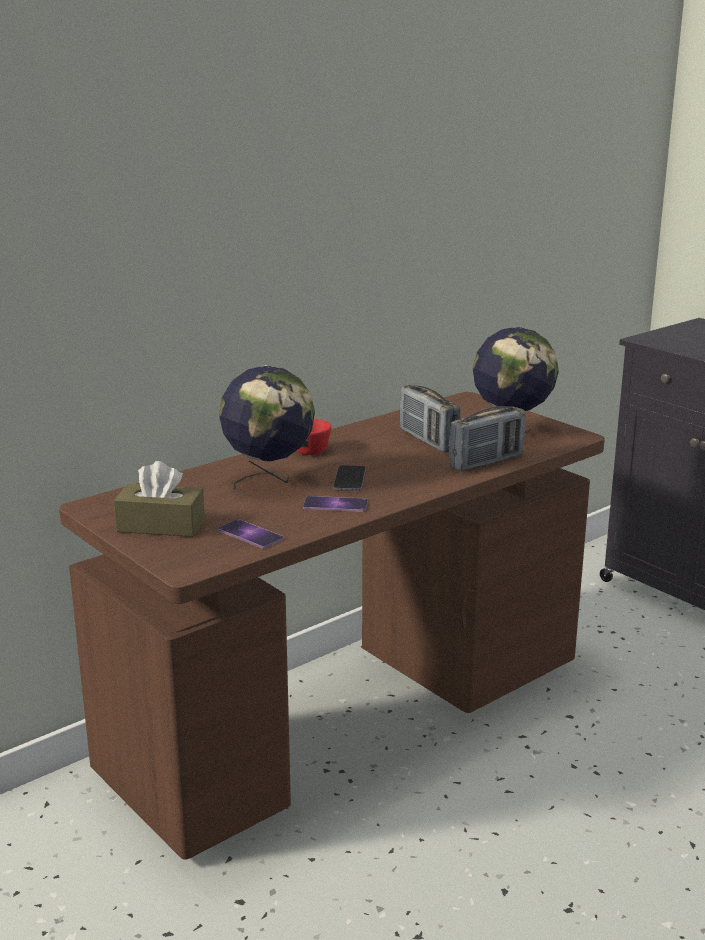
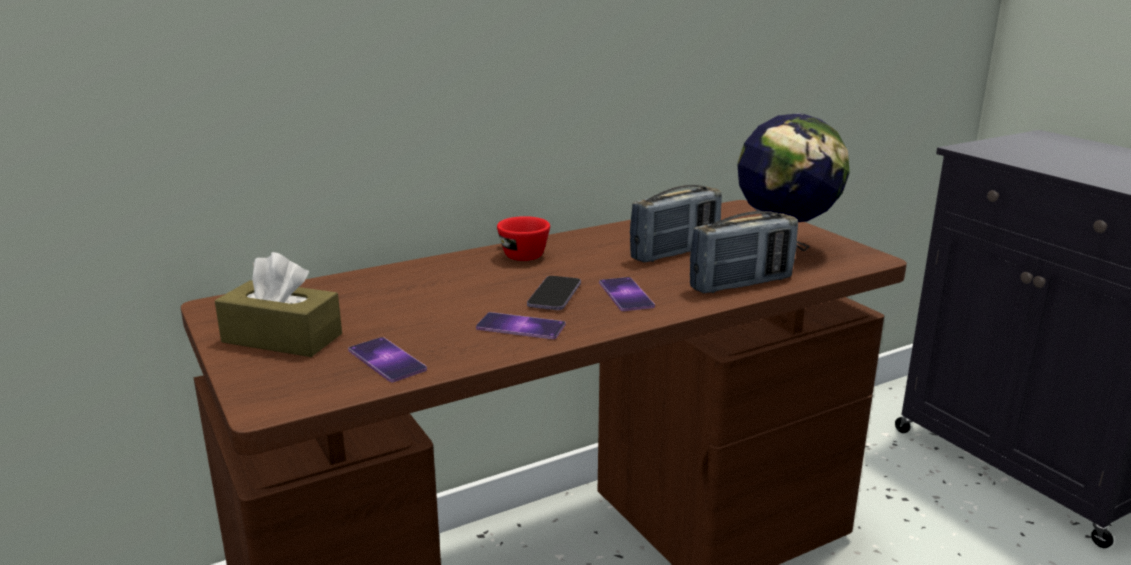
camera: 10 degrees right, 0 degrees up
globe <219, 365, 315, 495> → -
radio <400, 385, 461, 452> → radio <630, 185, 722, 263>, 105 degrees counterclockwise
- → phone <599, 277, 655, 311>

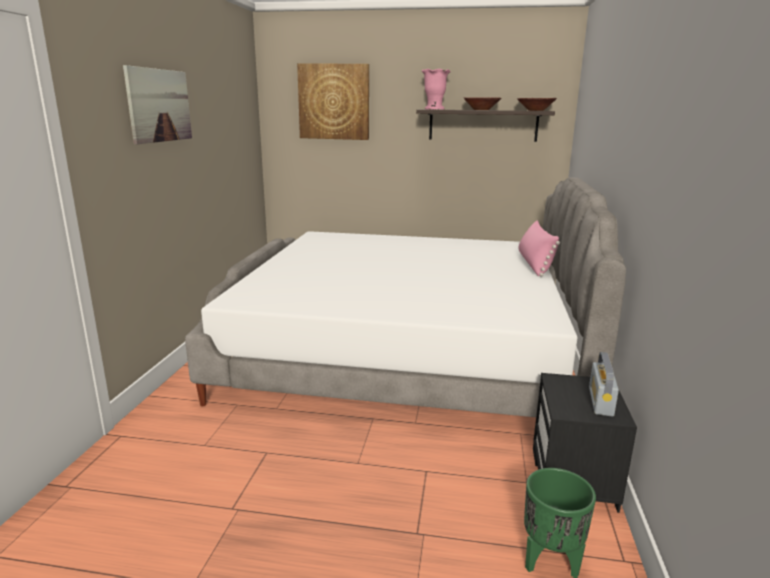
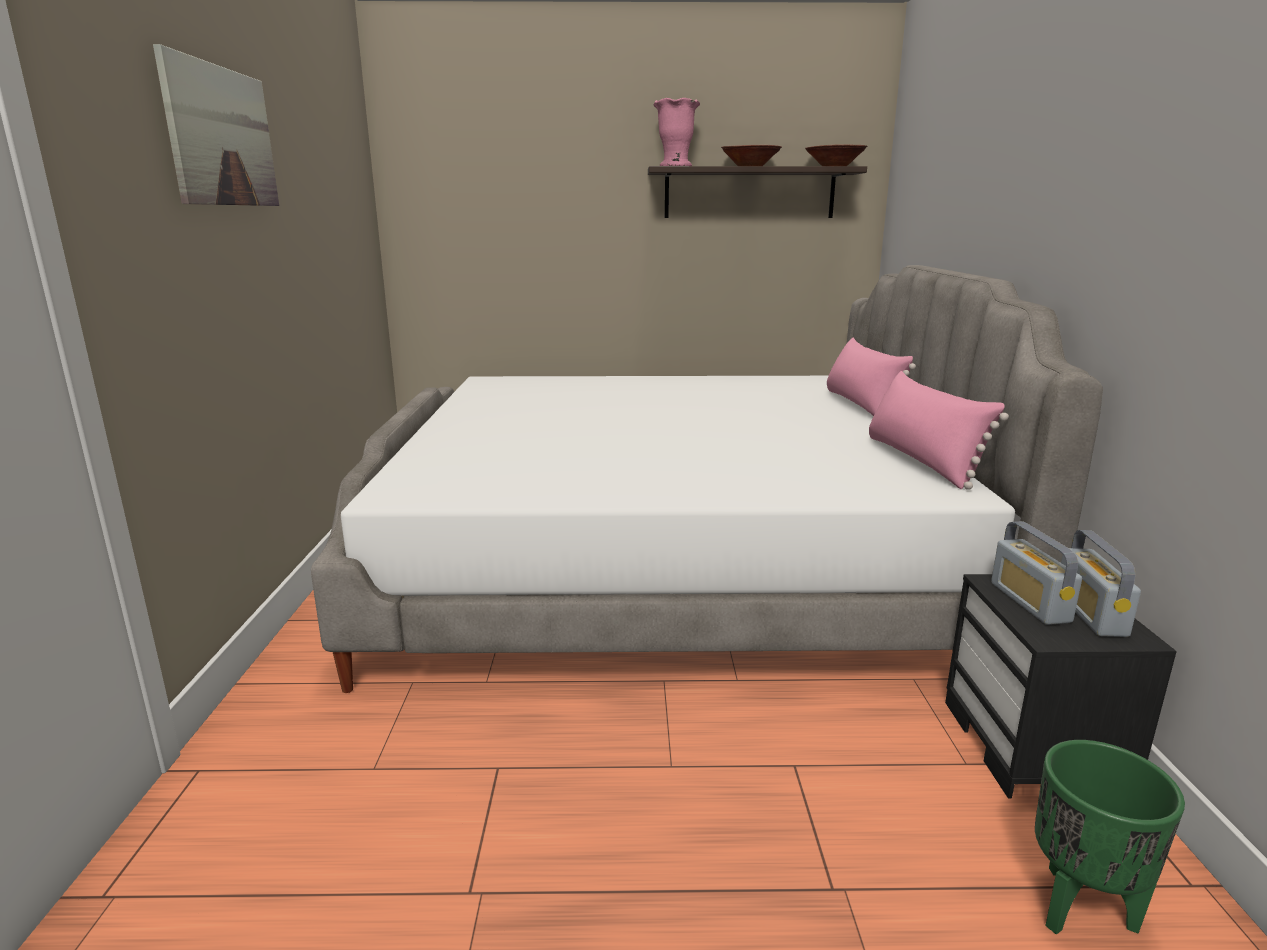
camera: 10 degrees left, 0 degrees up
picture <297, 63, 369, 140> → -
- → pink pillow <869, 371, 1009, 490>
- → radio <991, 521, 1082, 625>

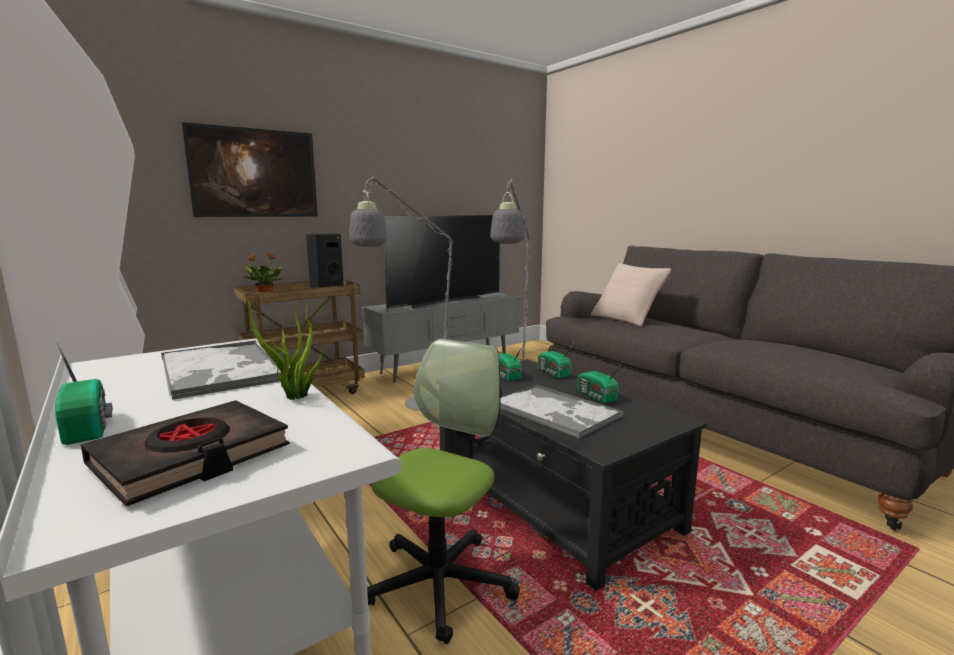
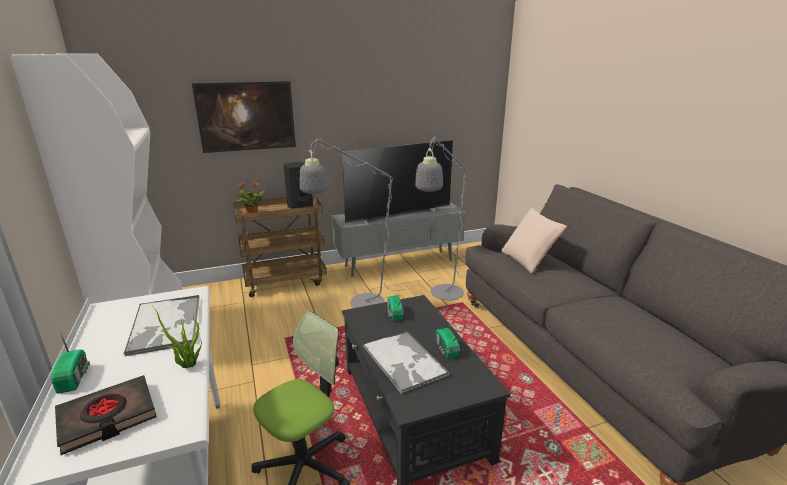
camera: 15 degrees right, 10 degrees up
radio <538, 341, 575, 378> → -

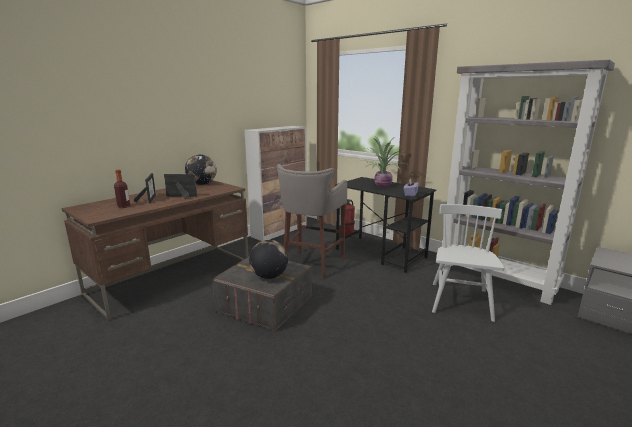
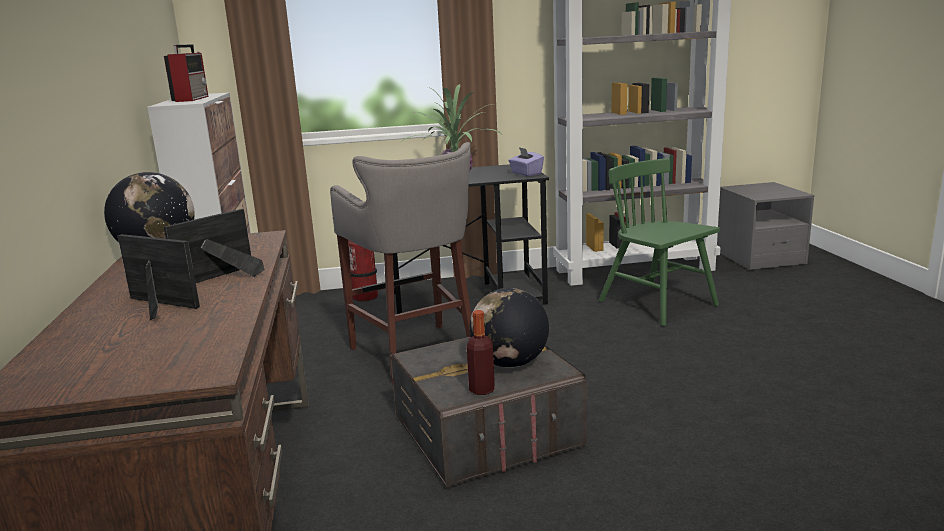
camera: 50 degrees left, 0 degrees up
bottle <114, 170, 130, 208> → bottle <467, 310, 495, 395>, moved
white chair <432, 204, 504, 322> → green chair <599, 158, 720, 326>
- → radio <164, 45, 209, 102>

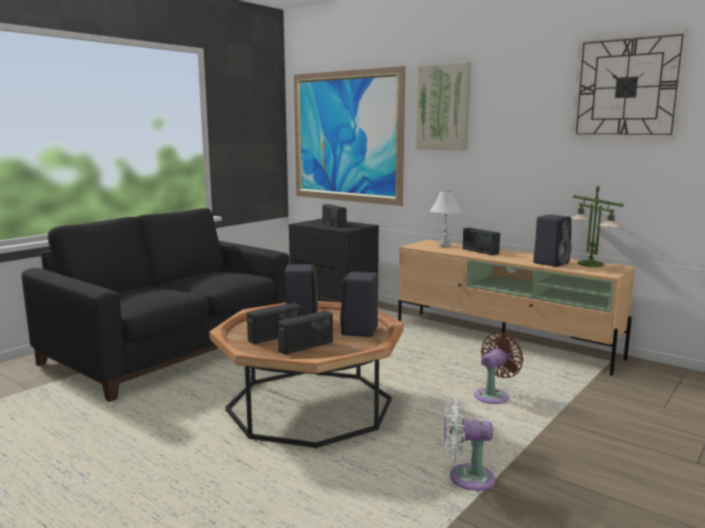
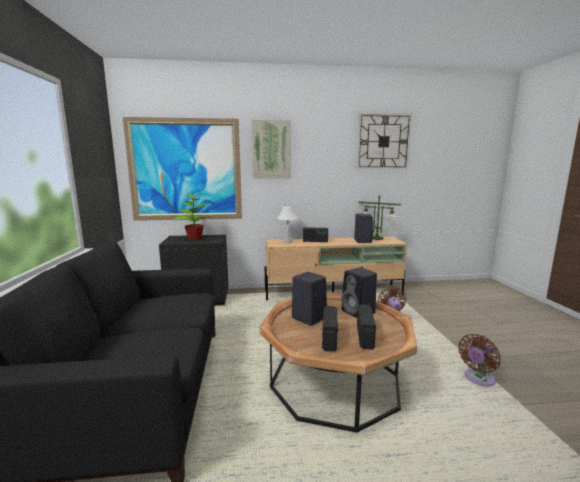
camera: 45 degrees left, 0 degrees up
radio <322, 204, 346, 227> → potted plant <172, 192, 211, 240>
white fan <444, 398, 496, 491> → brown fan <458, 334, 501, 386>

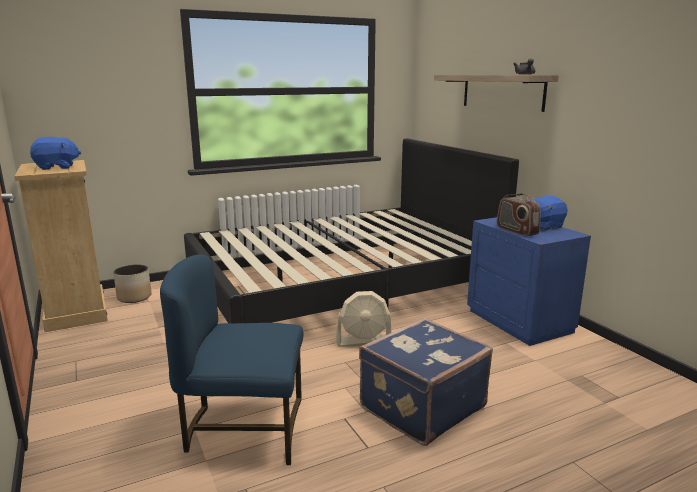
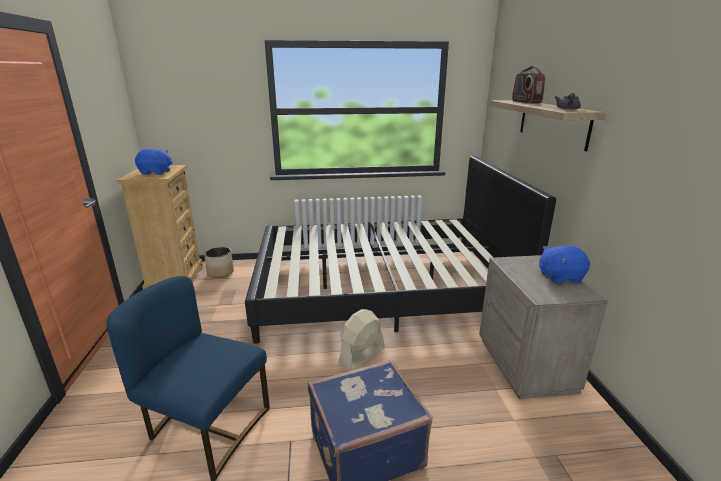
camera: 20 degrees right, 5 degrees up
radio <497, 193, 540, 236> → radio <512, 66, 545, 104>, moved
blue nightstand <467, 217, 591, 346> → beige nightstand <479, 255, 608, 399>
beige fan <336, 291, 392, 347> → beige fan <339, 309, 384, 370>, 120 degrees clockwise

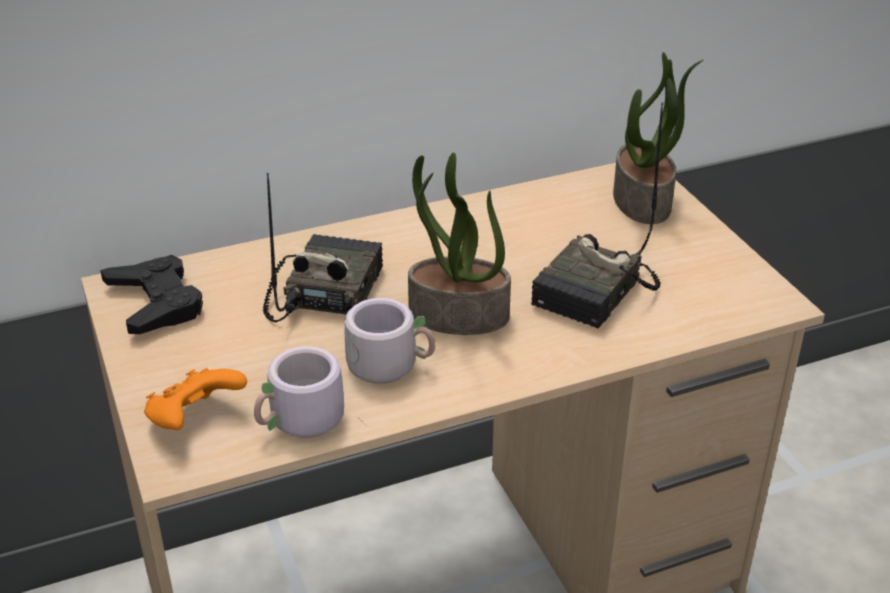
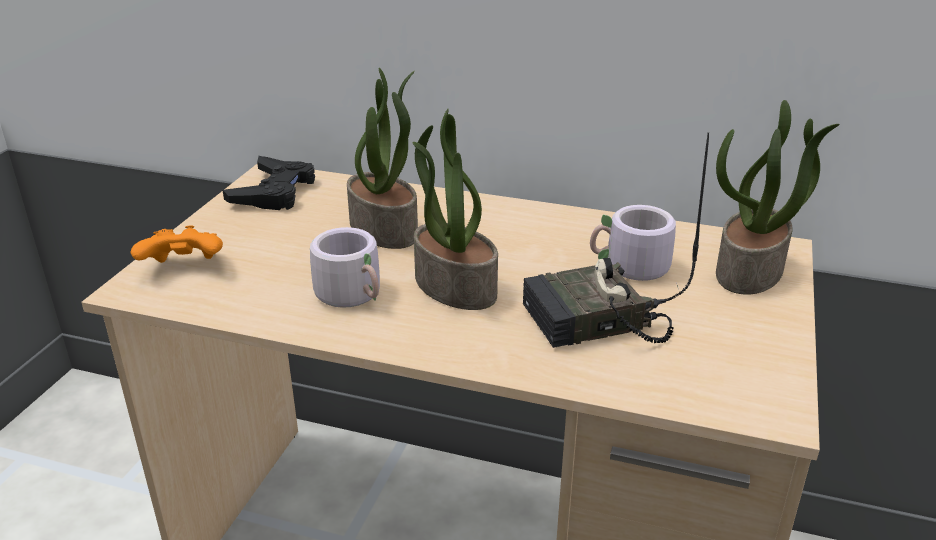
camera: 40 degrees right, 5 degrees down
radio <263, 173, 383, 322> → potted plant <347, 68, 418, 249>
grey mug <254, 346, 366, 437> → grey mug <590, 205, 679, 290>, moved

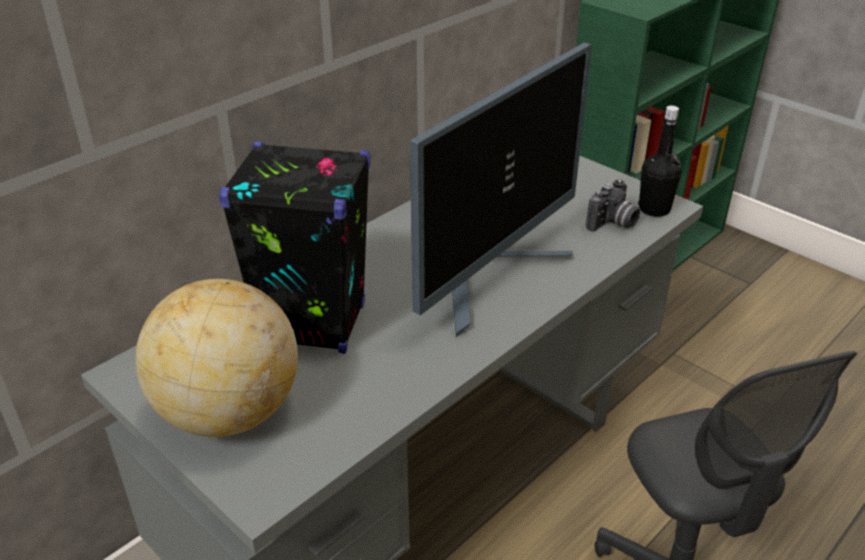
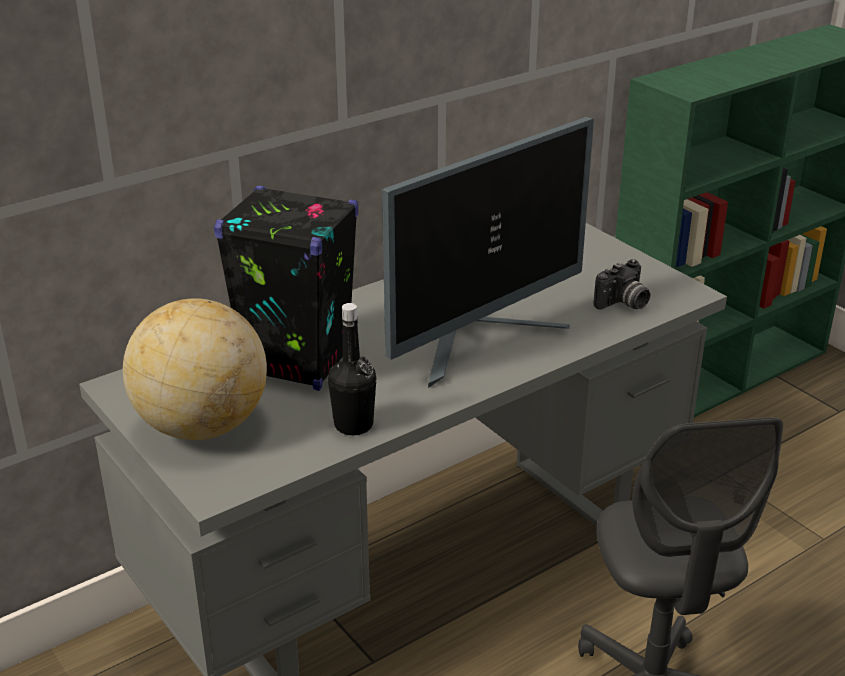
camera: 10 degrees right, 5 degrees down
black bottle <638, 105, 682, 217> → black bottle <328, 303, 376, 435>, moved

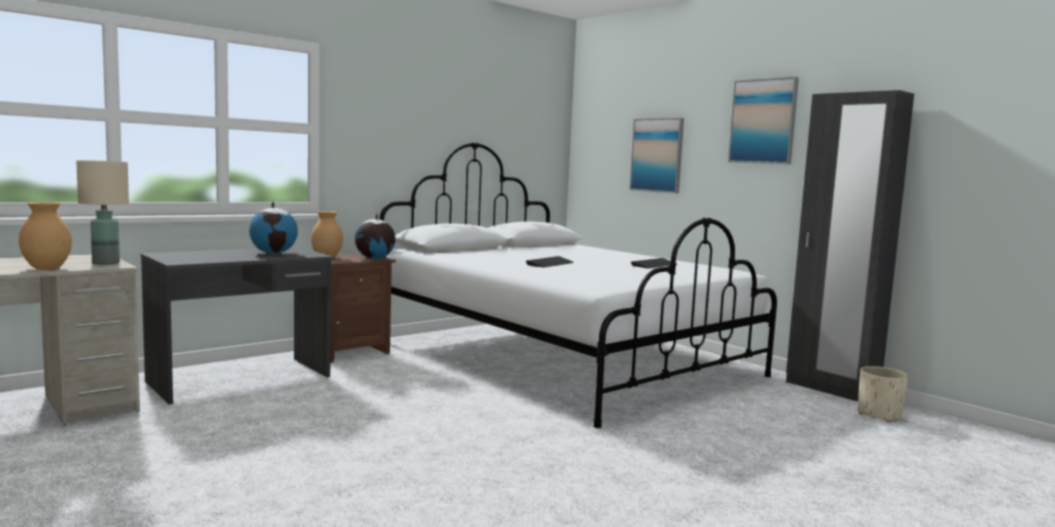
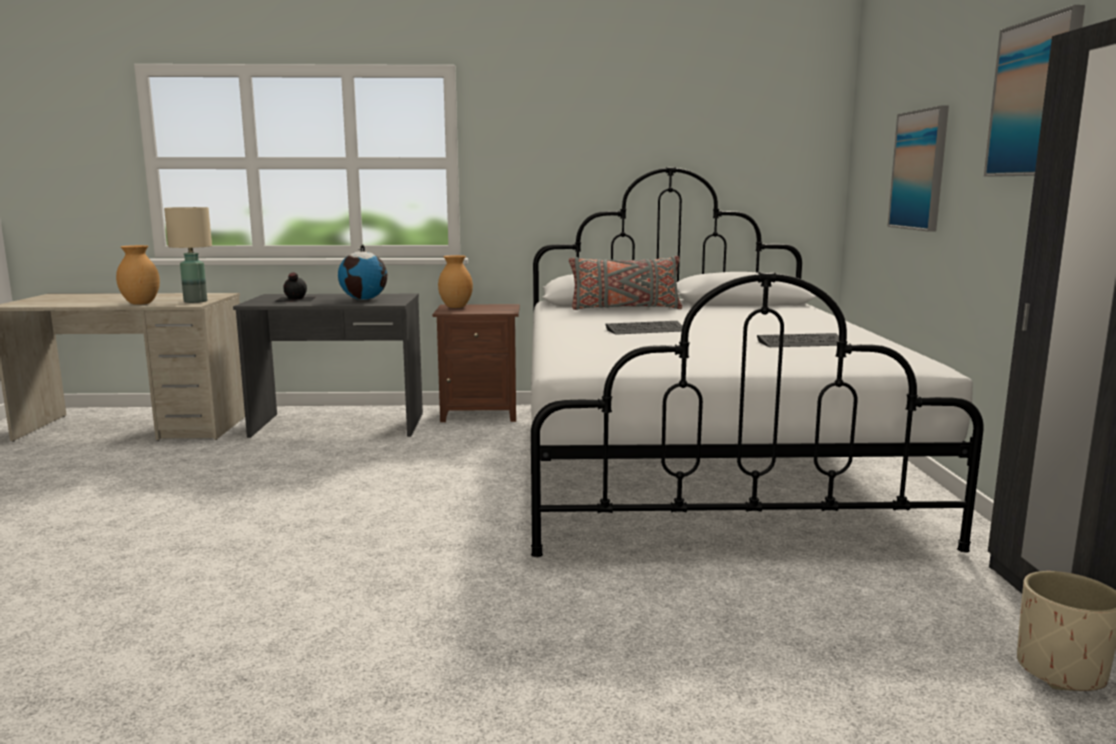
camera: 40 degrees right, 5 degrees up
globe <355, 214, 396, 259> → -
- → grey pillow <569, 256, 682, 310>
- → black bottle <275, 272, 316, 302>

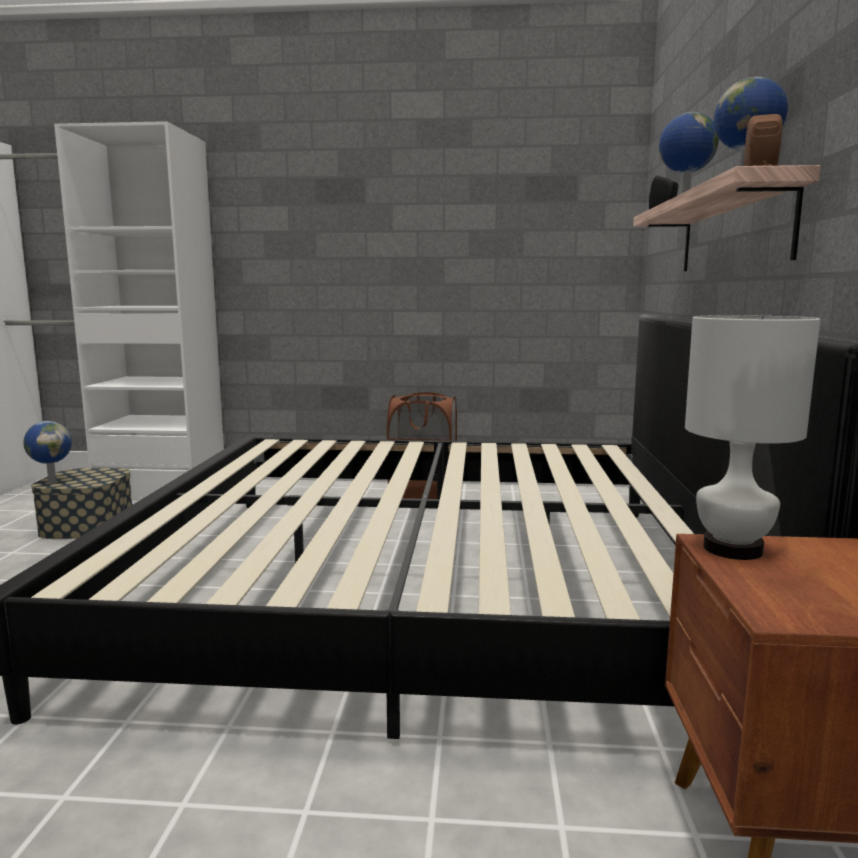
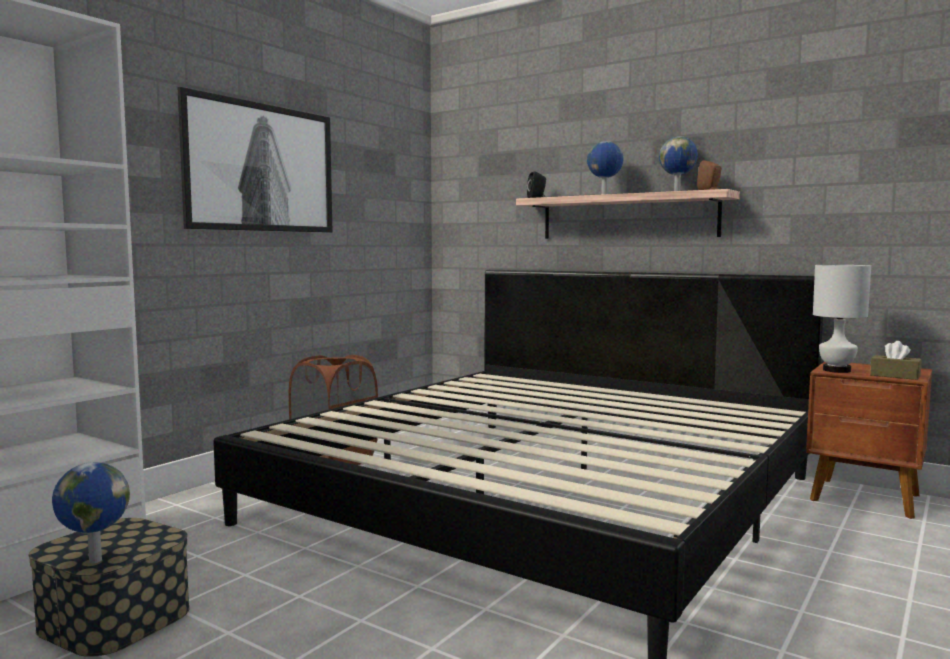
camera: 60 degrees left, 5 degrees down
- → picture <178, 87, 333, 232>
- → brown tissue box <870, 341, 922, 380>

